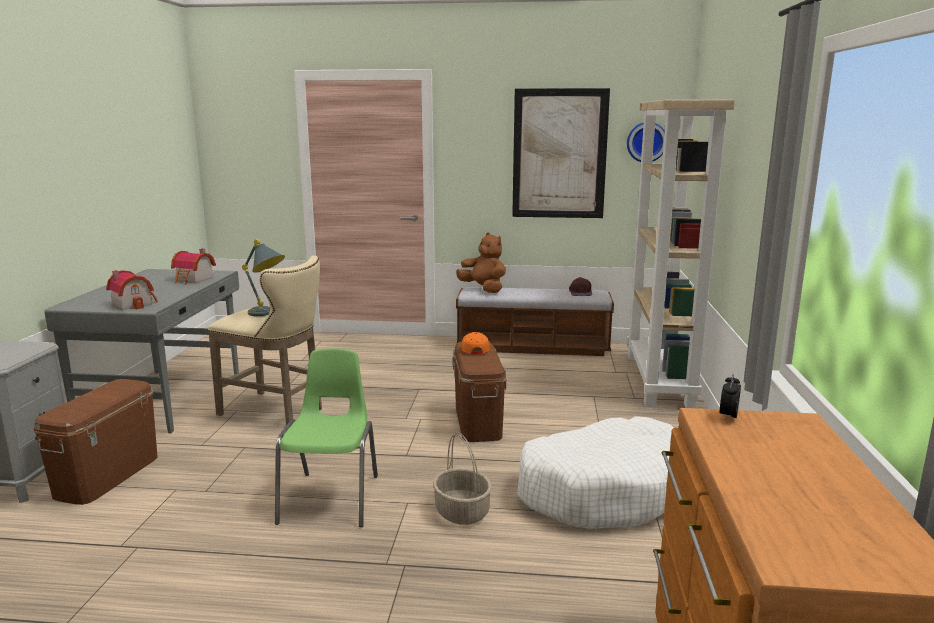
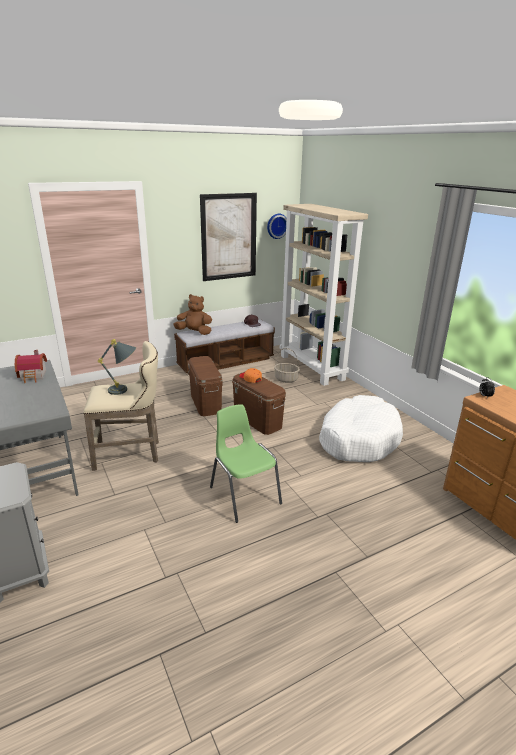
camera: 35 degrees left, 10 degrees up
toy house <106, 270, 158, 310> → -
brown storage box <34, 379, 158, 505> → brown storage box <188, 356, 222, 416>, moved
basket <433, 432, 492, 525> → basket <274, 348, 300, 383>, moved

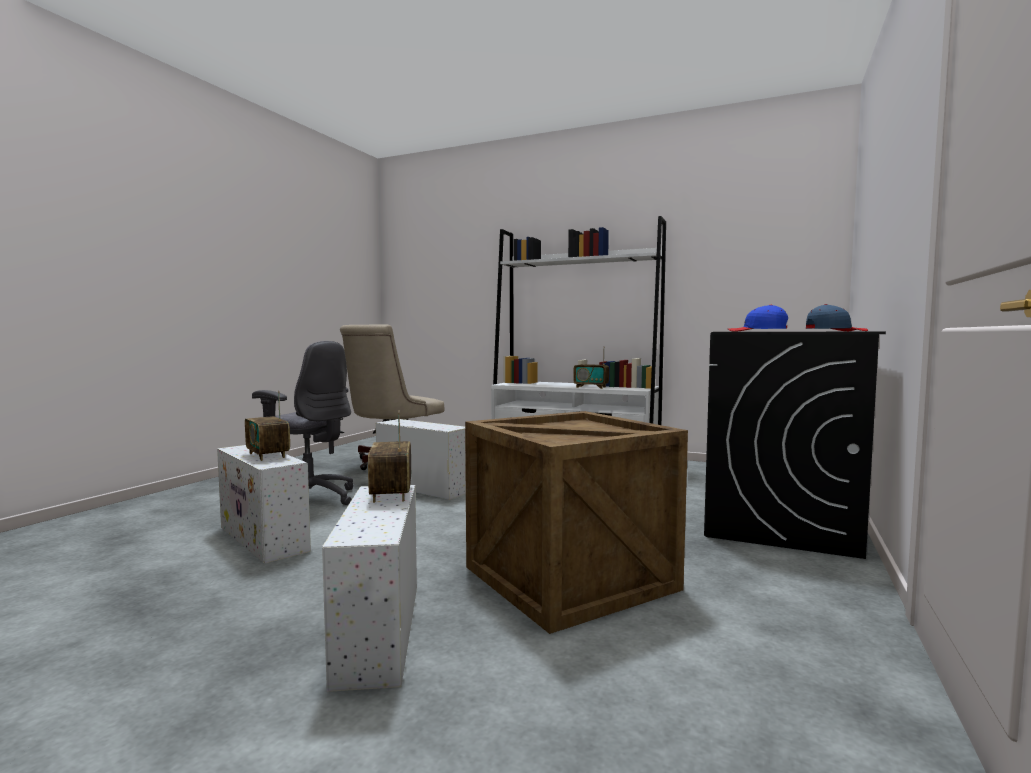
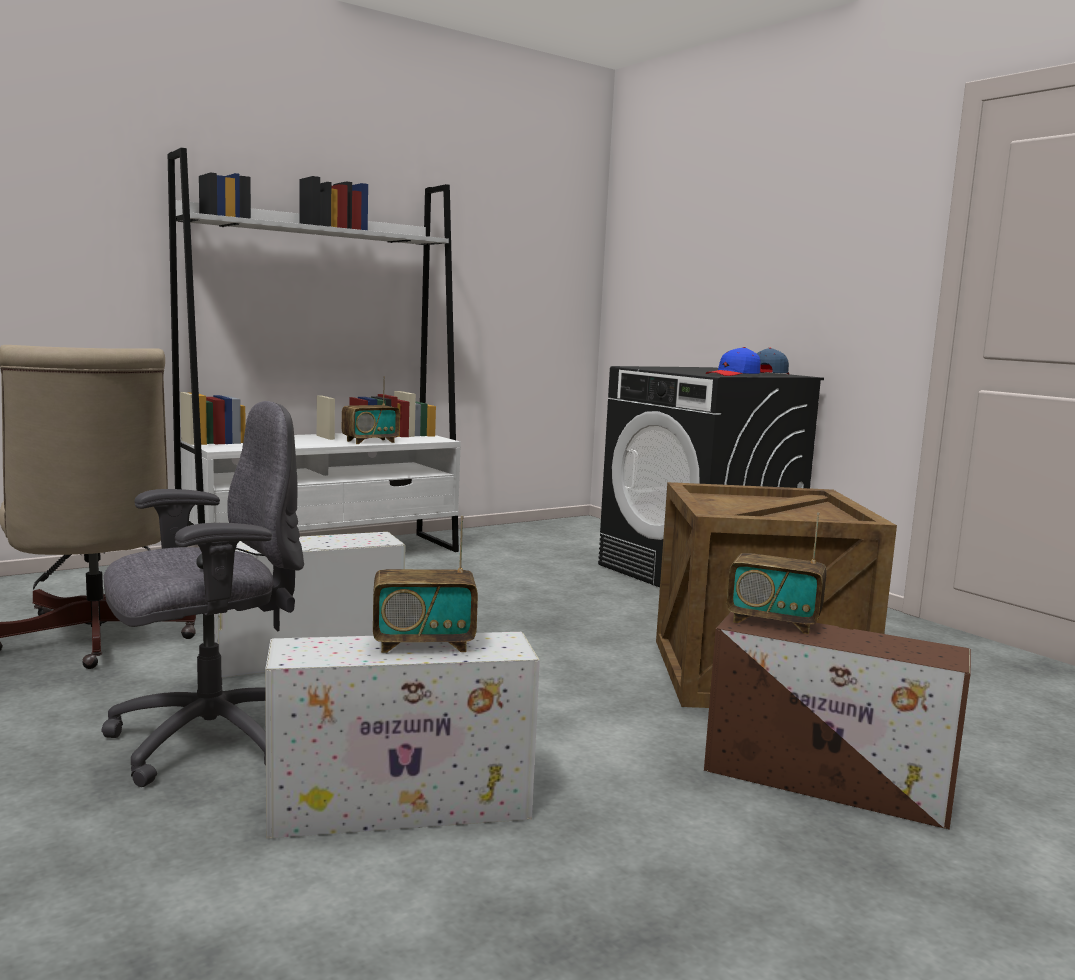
camera: 60 degrees left, 5 degrees up
white storage box <322, 485, 417, 692> → brown storage box <704, 612, 971, 830>

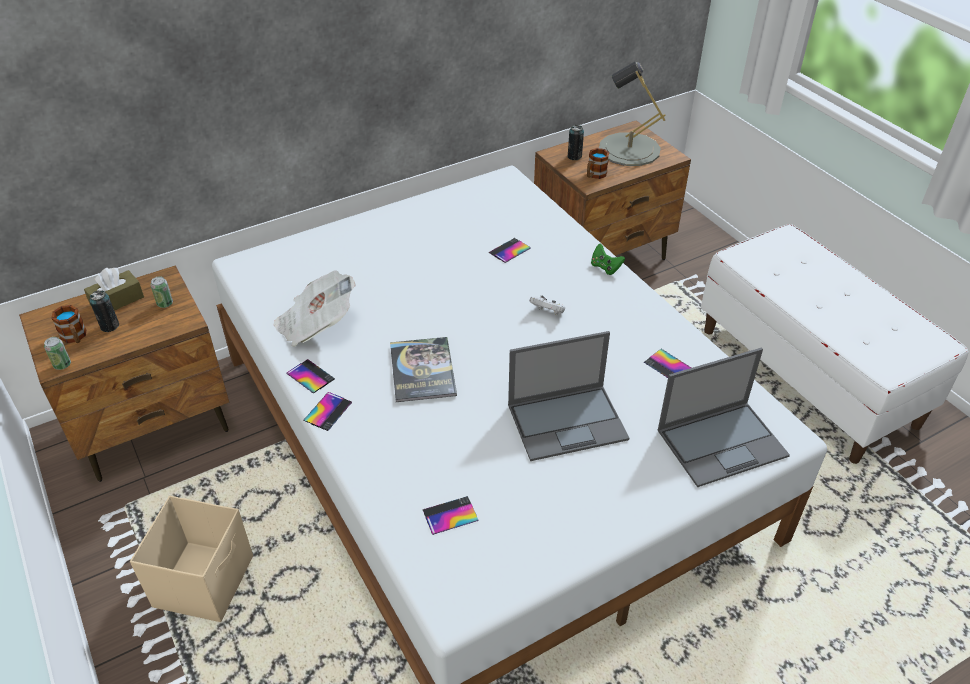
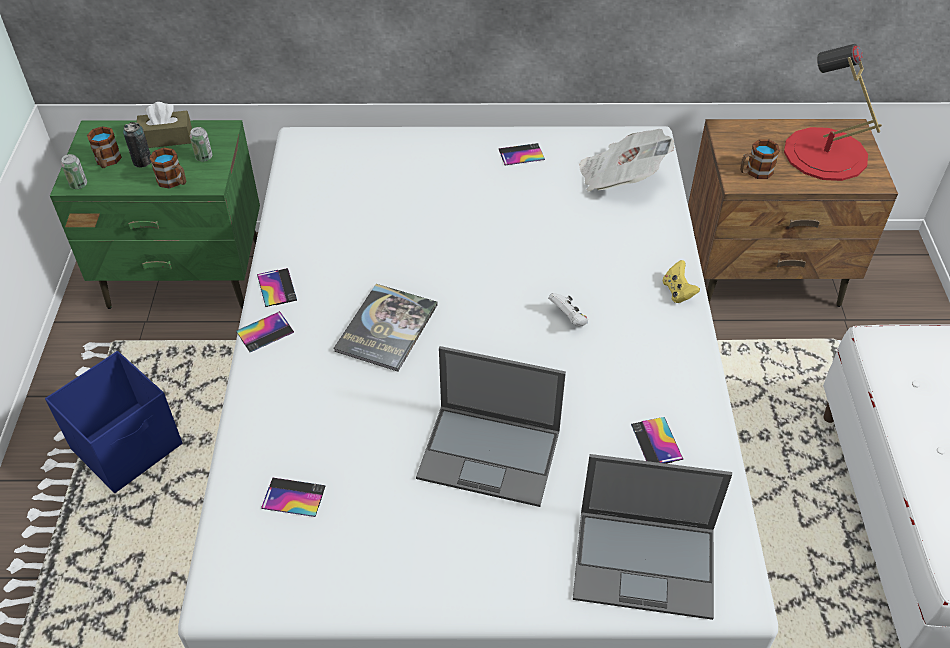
camera: 30 degrees right, 5 degrees up
grey table lamp <599, 62, 666, 166> → red table lamp <784, 44, 882, 181>
can <568, 125, 584, 160> → -
phone <489, 238, 531, 263> → phone <499, 143, 545, 165>, moved
green game controller <591, 243, 625, 275> → yellow game controller <663, 260, 700, 303>
brown nightstand <19, 265, 229, 482> → green nightstand <50, 120, 260, 309>
newspaper <273, 270, 356, 347> → newspaper <579, 129, 674, 191>, moved
beige storage box <130, 496, 253, 622> → blue storage box <45, 351, 182, 493>
- → mug <149, 148, 186, 189>

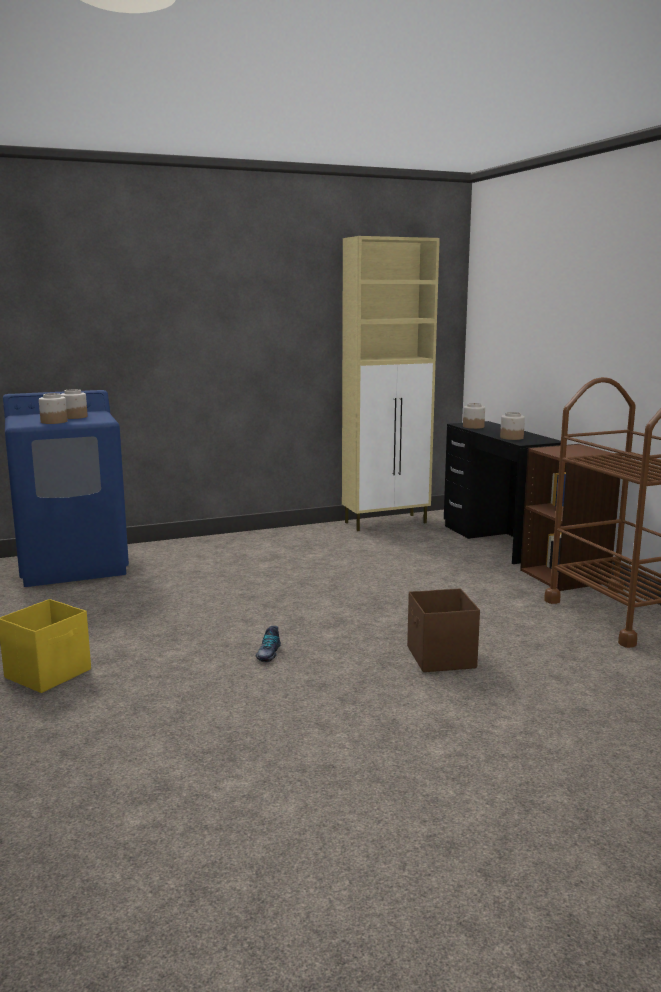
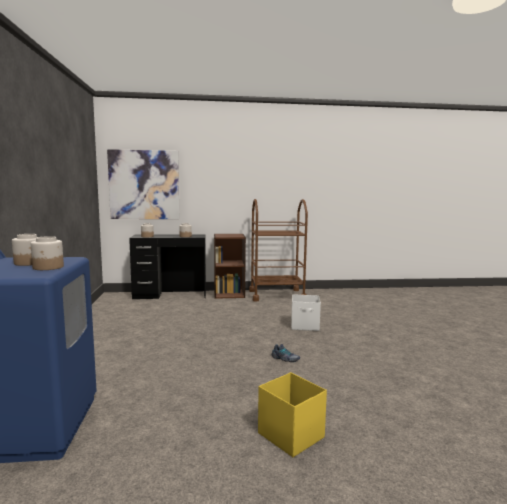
camera: 75 degrees left, 5 degrees down
beige cabinet <342, 236, 440, 531> → -
brown storage box <407, 588, 480, 672> → white storage box <291, 294, 321, 331>
- → picture <107, 149, 179, 219>

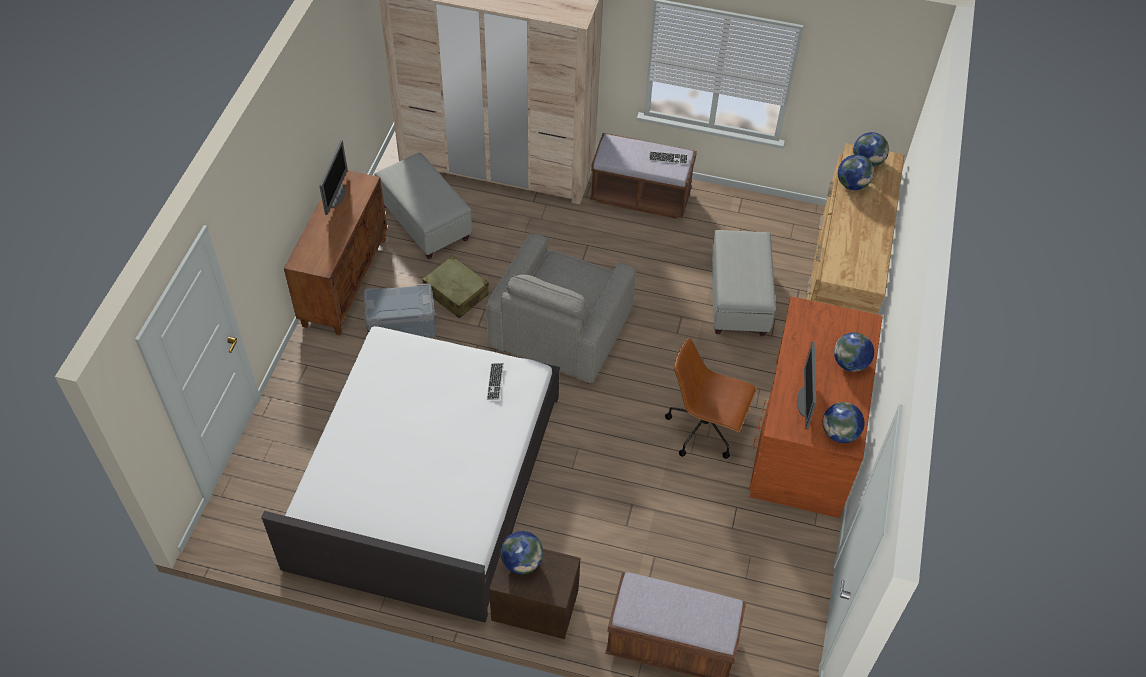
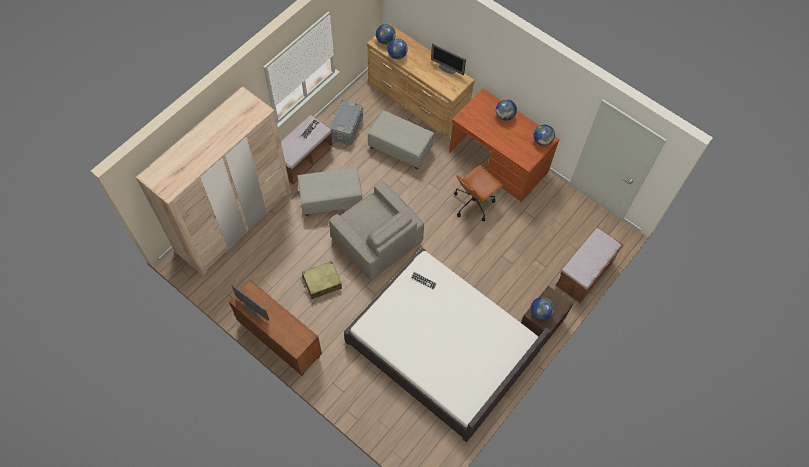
camera: 65 degrees left, 10 degrees up
grey ottoman <374, 152, 472, 259> → grey ottoman <297, 167, 362, 216>, moved
grey storage box <364, 283, 436, 338> → grey storage box <329, 99, 363, 145>, moved
monitor <797, 342, 816, 429> → monitor <431, 43, 466, 75>, moved

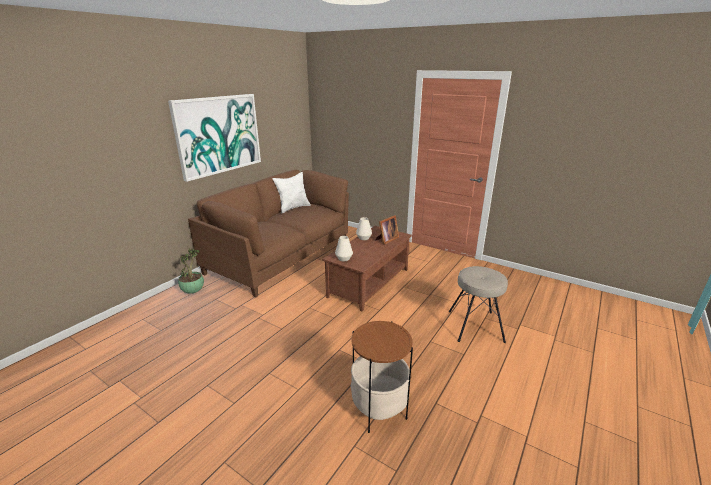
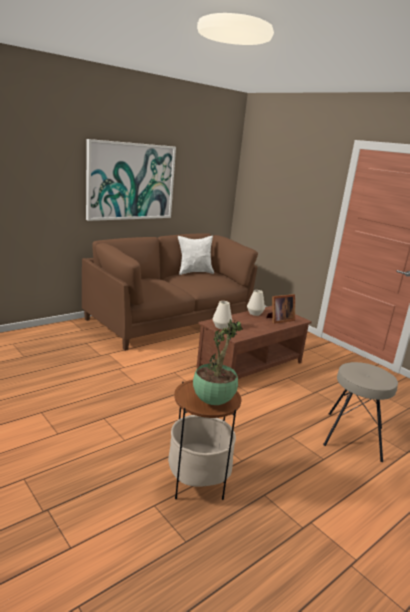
camera: 15 degrees right, 5 degrees down
potted plant <178, 248, 204, 294> → potted plant <193, 319, 243, 405>, moved

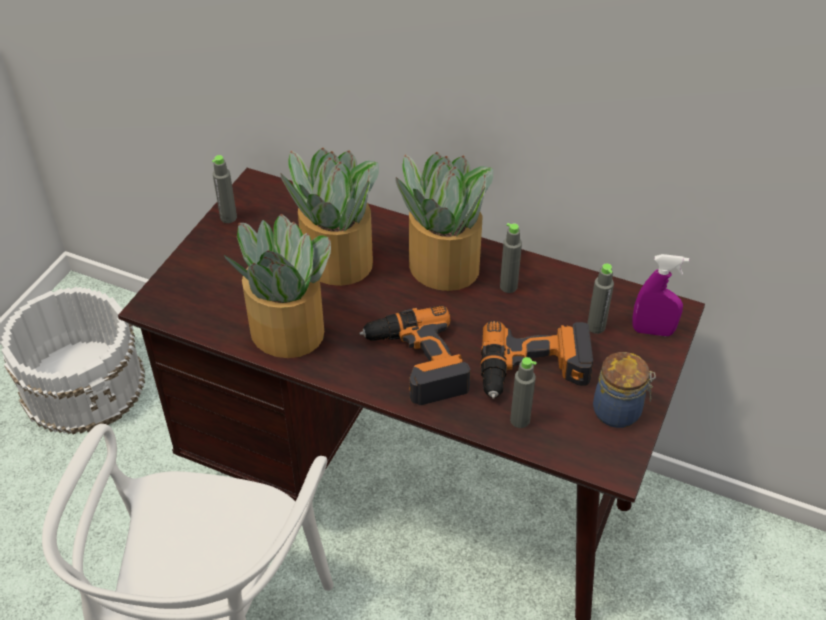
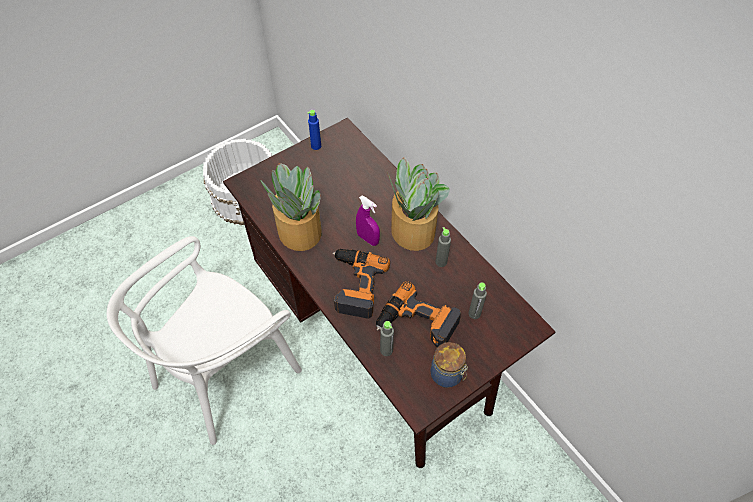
camera: 30 degrees right, 10 degrees up
potted plant <281, 148, 379, 286> → -
grey bottle <212, 155, 237, 223> → blue bottle <307, 110, 321, 150>
purple spray bottle <632, 254, 689, 336> → purple spray bottle <356, 195, 380, 246>, moved

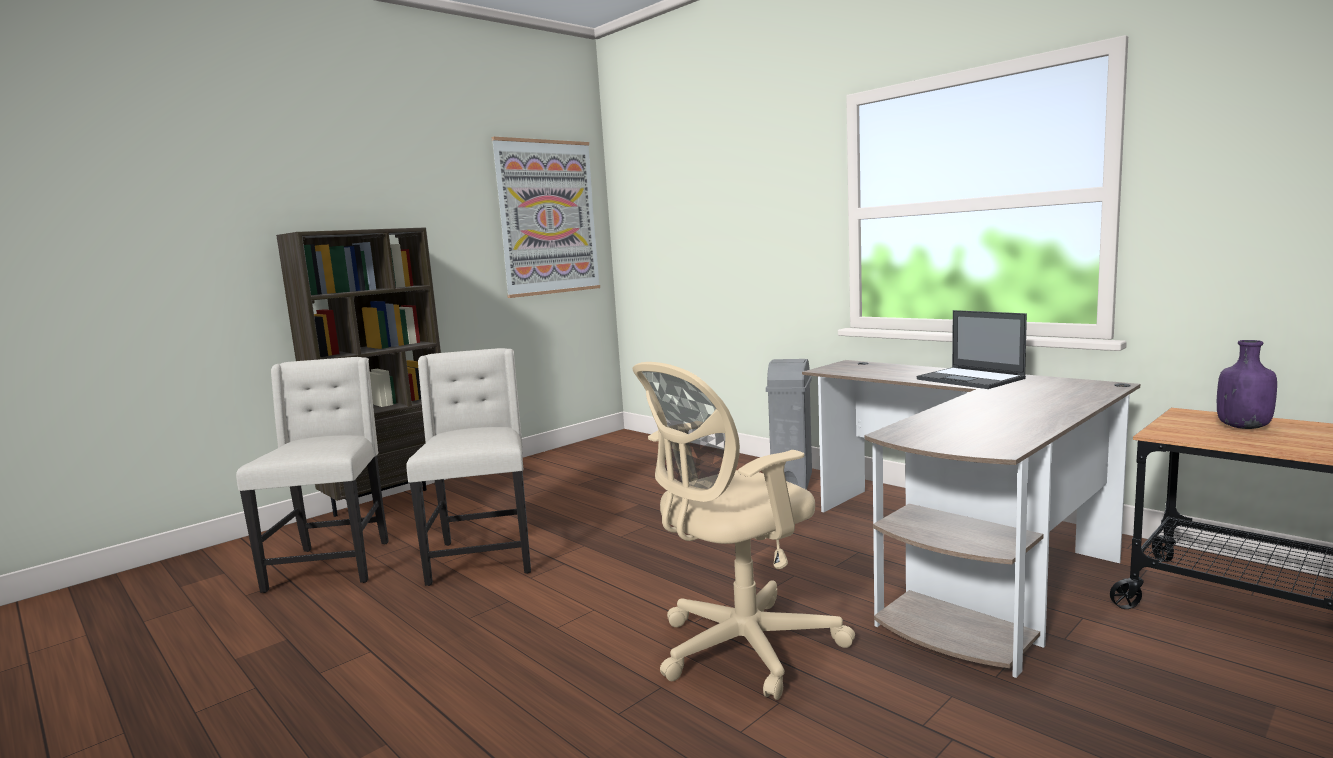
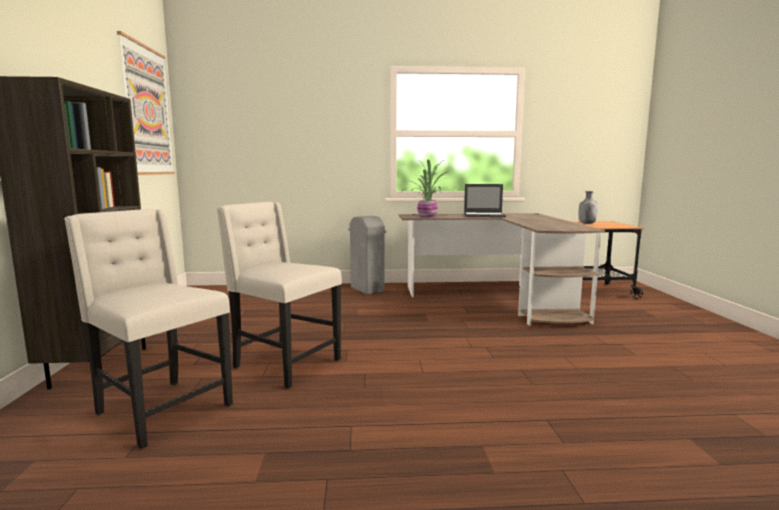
camera: 50 degrees left, 0 degrees up
purple bottle <1217, 340, 1277, 429> → grey bottle <578, 191, 598, 224>
beige office chair <633, 362, 855, 700> → -
- → potted plant <399, 160, 458, 217>

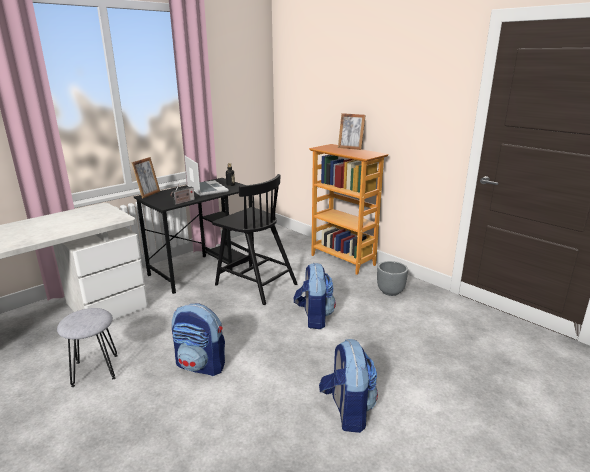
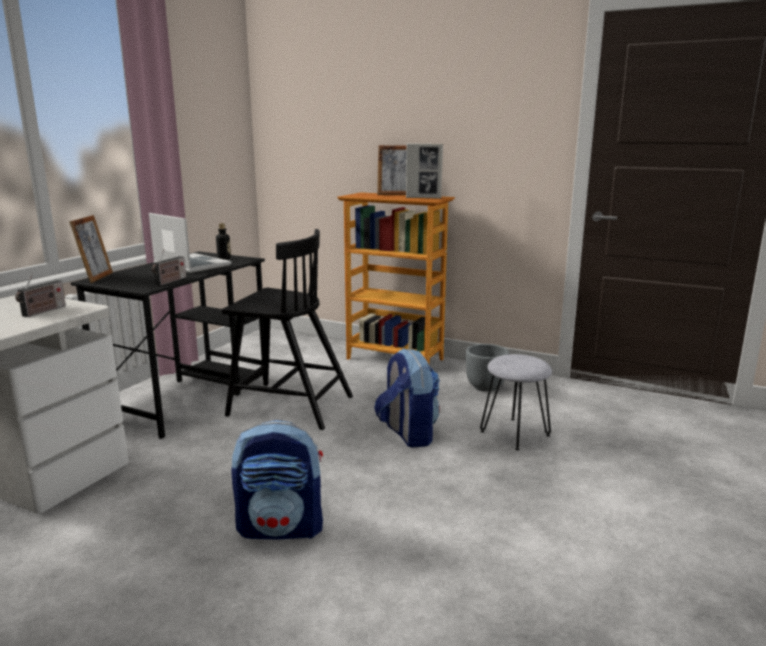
camera: 20 degrees left, 5 degrees down
grey stool <57, 308, 118, 387> → grey stool <480, 354, 552, 451>, moved
backpack <319, 339, 378, 433> → -
- → picture frame <406, 143, 443, 199>
- → radio <15, 273, 66, 317>

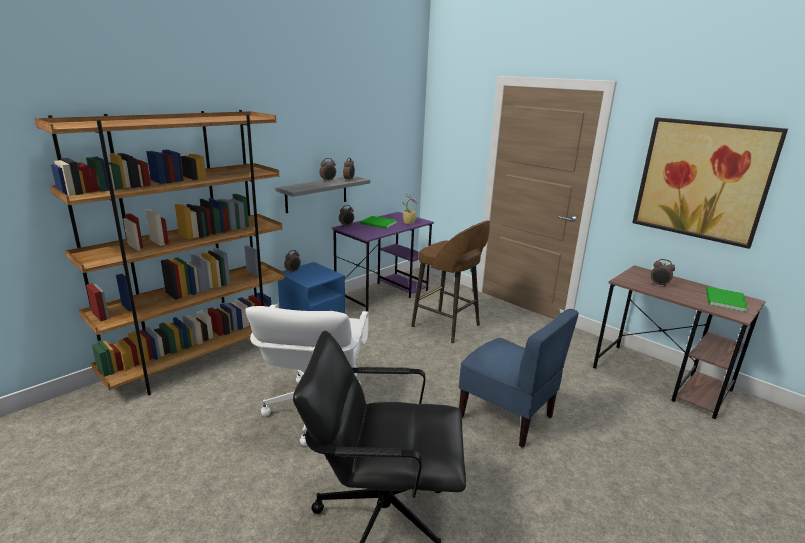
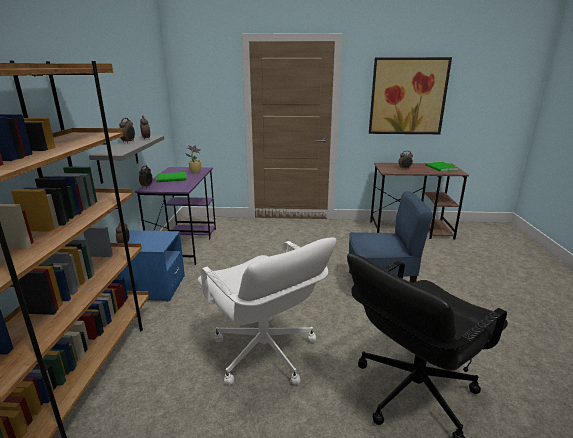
camera: 40 degrees left, 0 degrees up
brown stool <411, 221, 490, 344> → -

